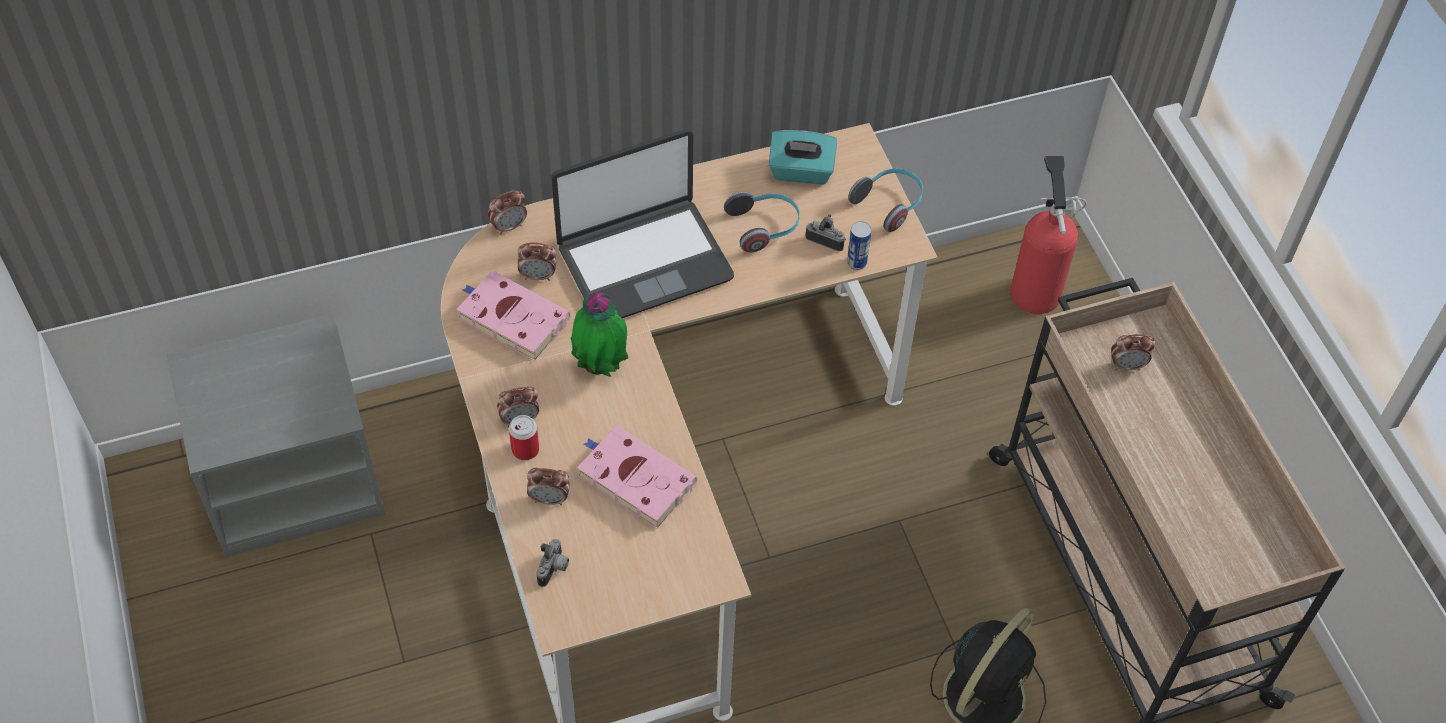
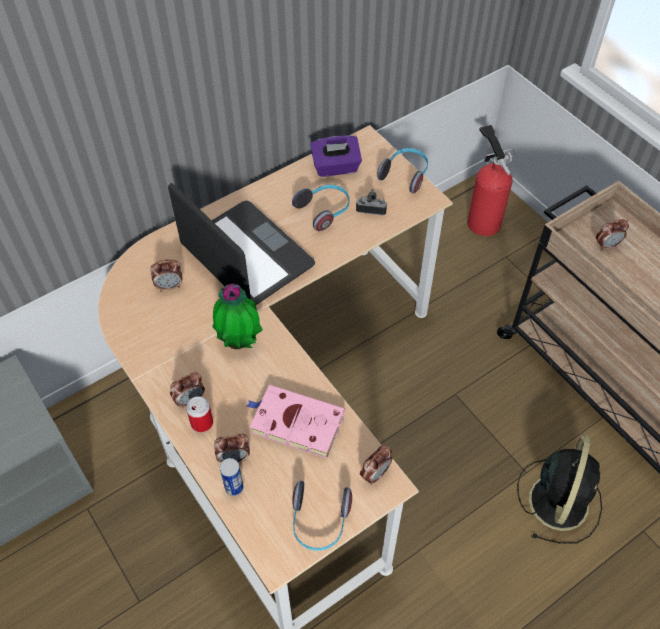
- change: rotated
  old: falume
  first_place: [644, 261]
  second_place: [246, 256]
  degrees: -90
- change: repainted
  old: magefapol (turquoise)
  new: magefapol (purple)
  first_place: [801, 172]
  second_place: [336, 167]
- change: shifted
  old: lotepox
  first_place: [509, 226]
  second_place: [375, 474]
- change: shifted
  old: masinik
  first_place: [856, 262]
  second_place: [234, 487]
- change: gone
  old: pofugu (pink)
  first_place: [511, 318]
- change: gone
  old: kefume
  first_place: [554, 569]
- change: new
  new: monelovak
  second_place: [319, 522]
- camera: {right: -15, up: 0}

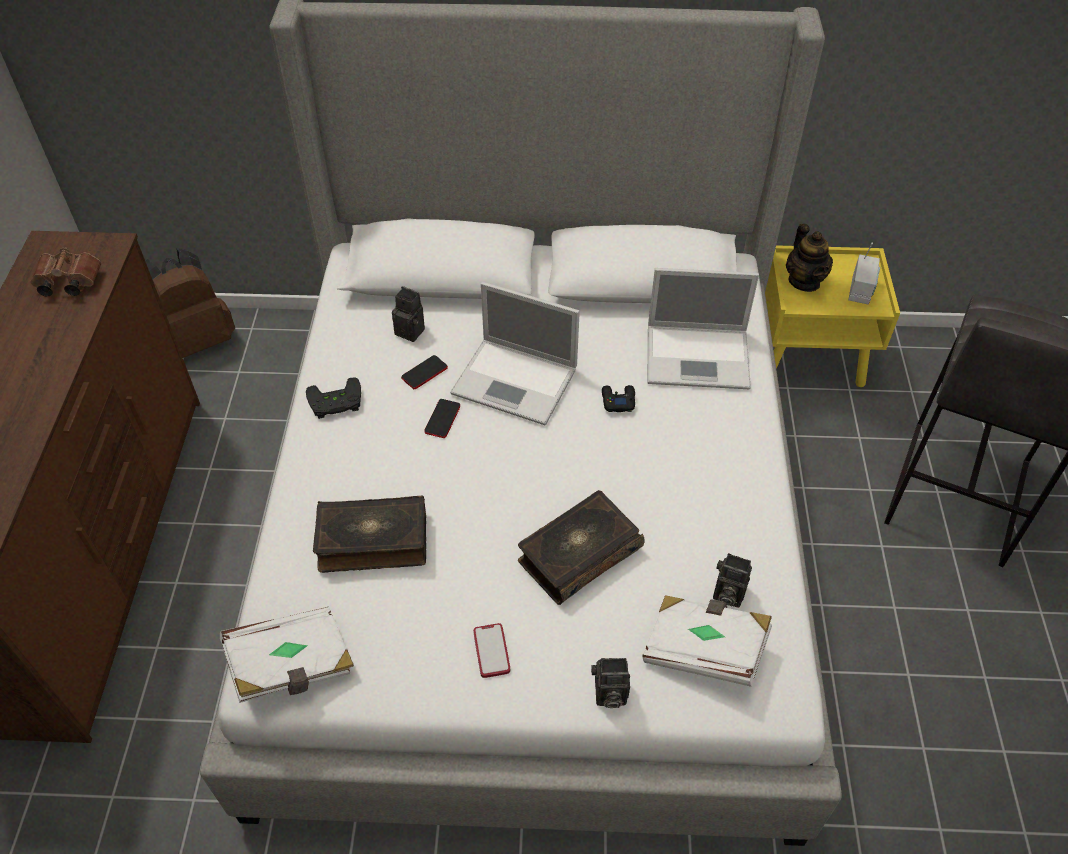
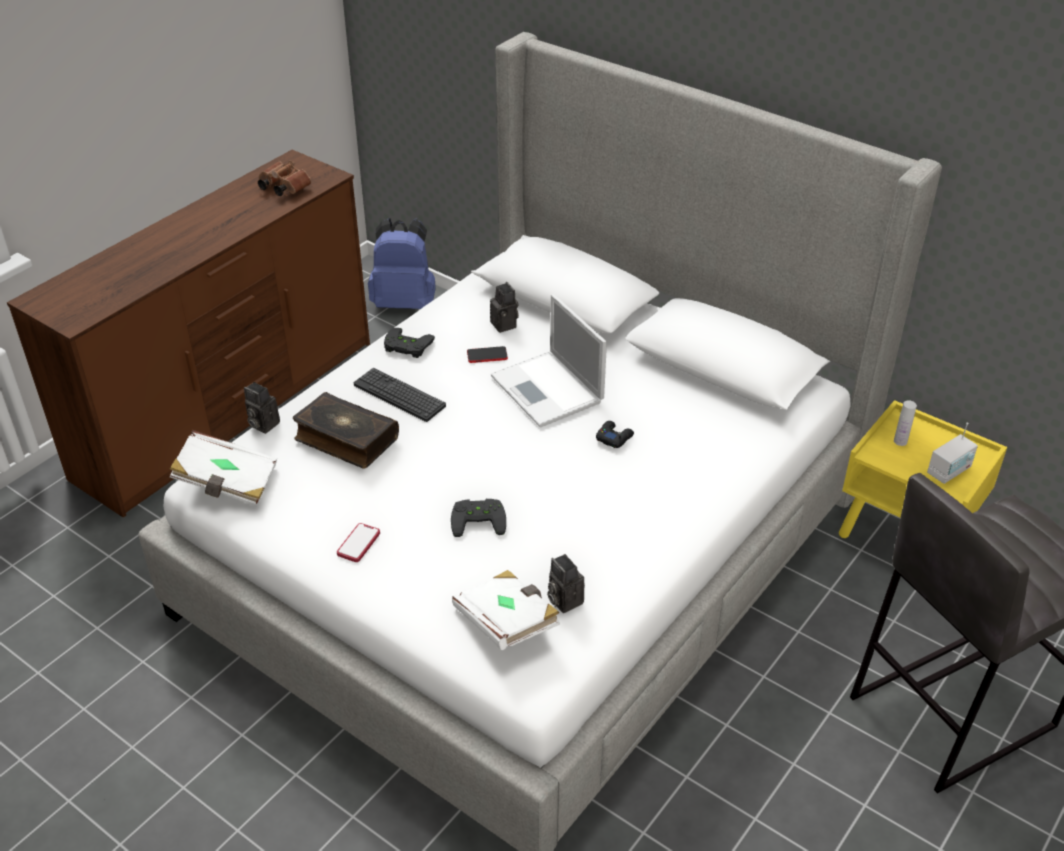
- change: swapped
  old: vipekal
  new: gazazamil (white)
  first_place: [804, 281]
  second_place: [900, 441]
- change: repainted
  old: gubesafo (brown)
  new: gubesafo (blue)
  first_place: [197, 340]
  second_place: [405, 302]
- change: gone
  old: falume
  first_place: [700, 357]
- change: gone
  old: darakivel
  first_place: [442, 419]
- change: swapped
  old: pofugu
  new: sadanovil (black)
  first_place: [578, 554]
  second_place: [478, 519]
- change: shifted
  old: kefume
  first_place: [608, 694]
  second_place: [262, 424]
- change: new
  new: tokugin
  second_place: [399, 395]
- camera: {right: 35, up: -10}

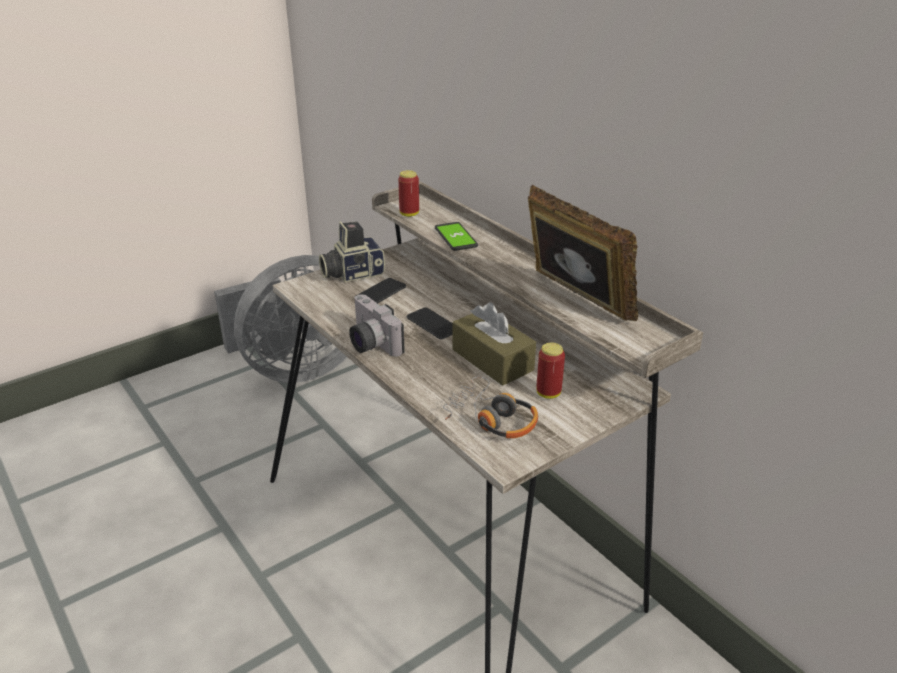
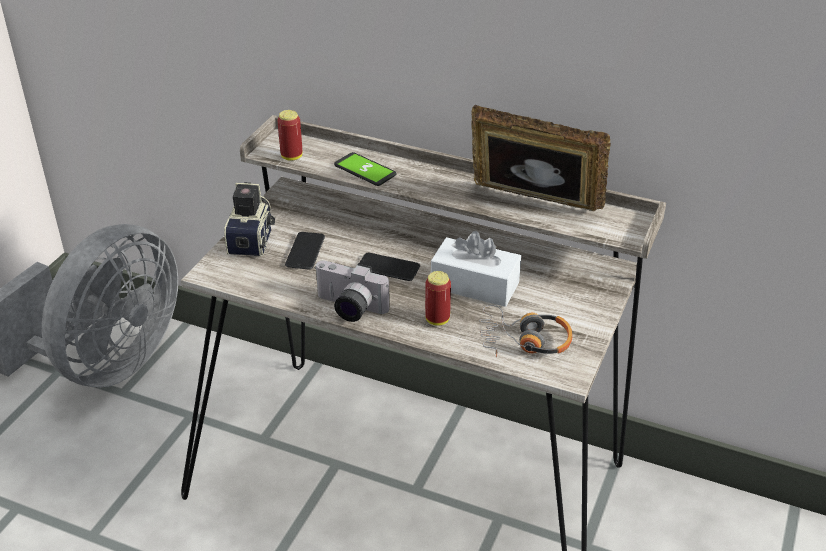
- change: rotated
  old: kefume
  first_place: [352, 273]
  second_place: [253, 239]
  degrees: 150
- change: repainted
  old: magefapol (brown)
  new: magefapol (white)
  first_place: [492, 360]
  second_place: [475, 285]
- change: shifted
  old: masinik
  first_place: [548, 393]
  second_place: [437, 319]
- camera: {right: -30, up: 5}

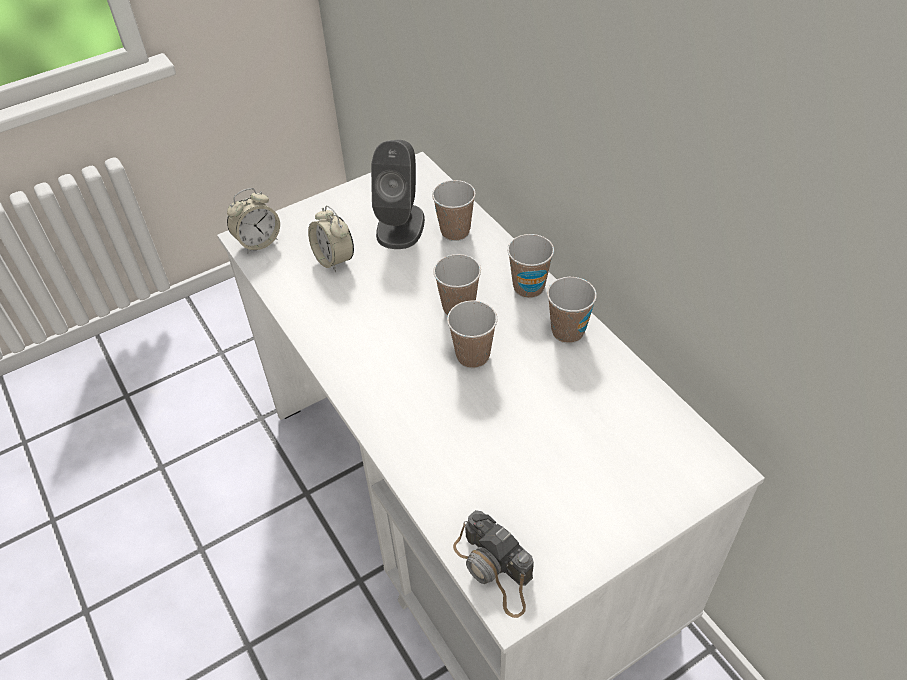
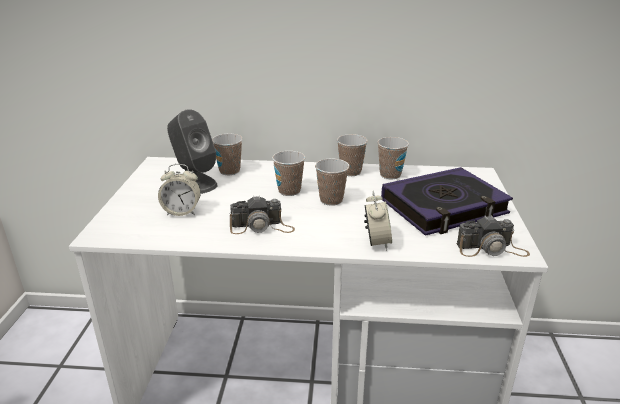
- change: shifted
  old: lotepox
  first_place: [258, 242]
  second_place: [376, 242]
- change: shifted
  old: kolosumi
  first_place: [528, 287]
  second_place: [390, 175]
- change: new
  new: pofugu
  second_place: [444, 208]
- change: new
  new: kefume
  second_place: [262, 227]
- camera: {right: -55, up: -20}

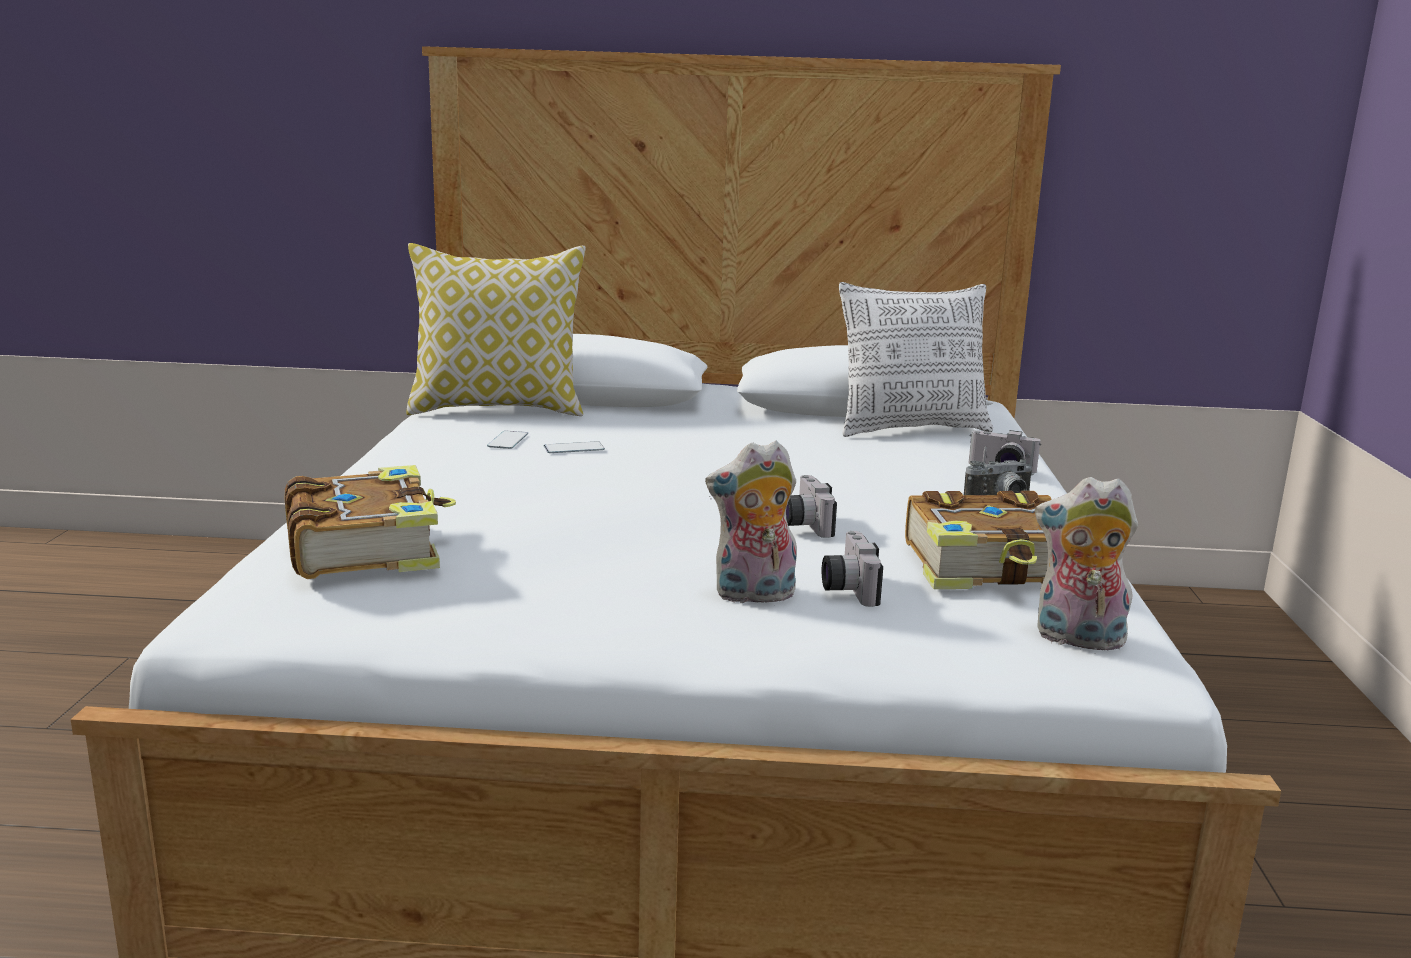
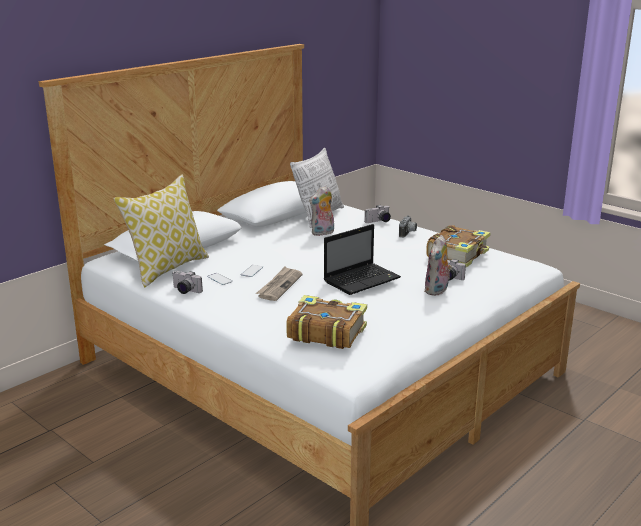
- change: shifted
  old: kefume
  first_place: [803, 524]
  second_place: [184, 291]
- change: shifted
  old: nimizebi
  first_place: [1077, 640]
  second_place: [323, 233]
- change: new
  new: falume
  second_place: [362, 279]
- change: new
  new: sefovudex
  second_place: [279, 285]
- camera: {right: -50, up: 5}

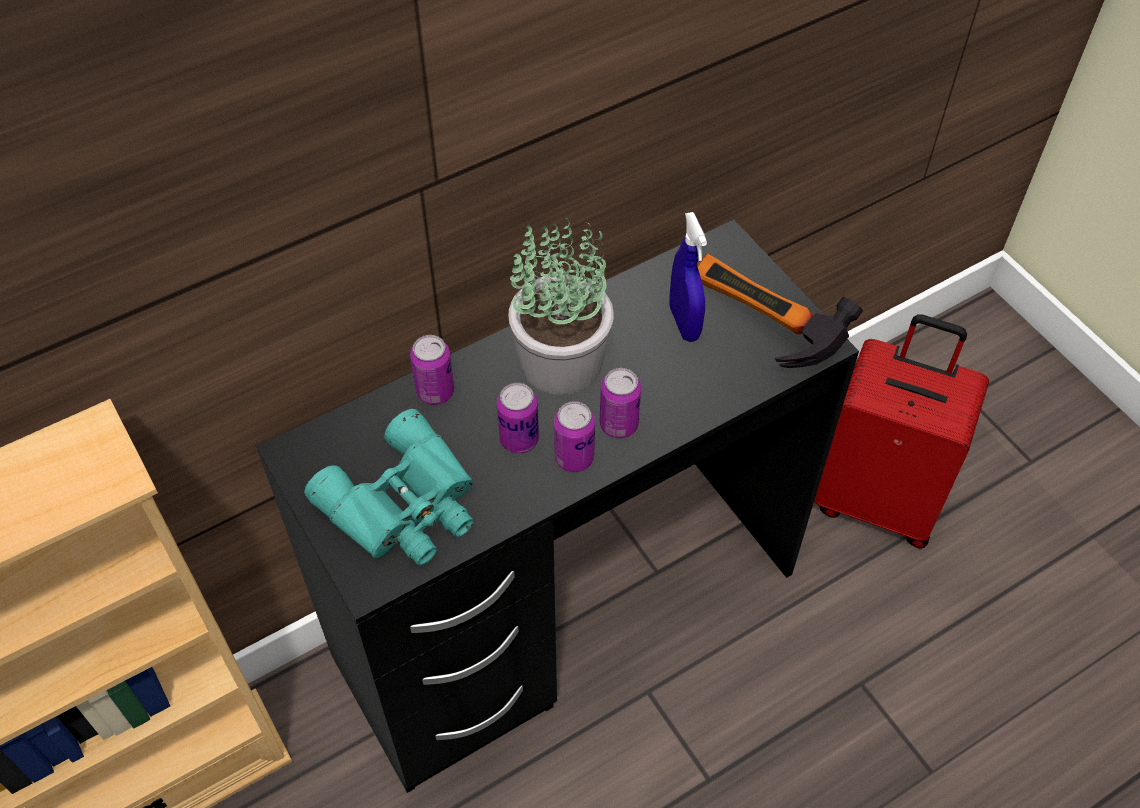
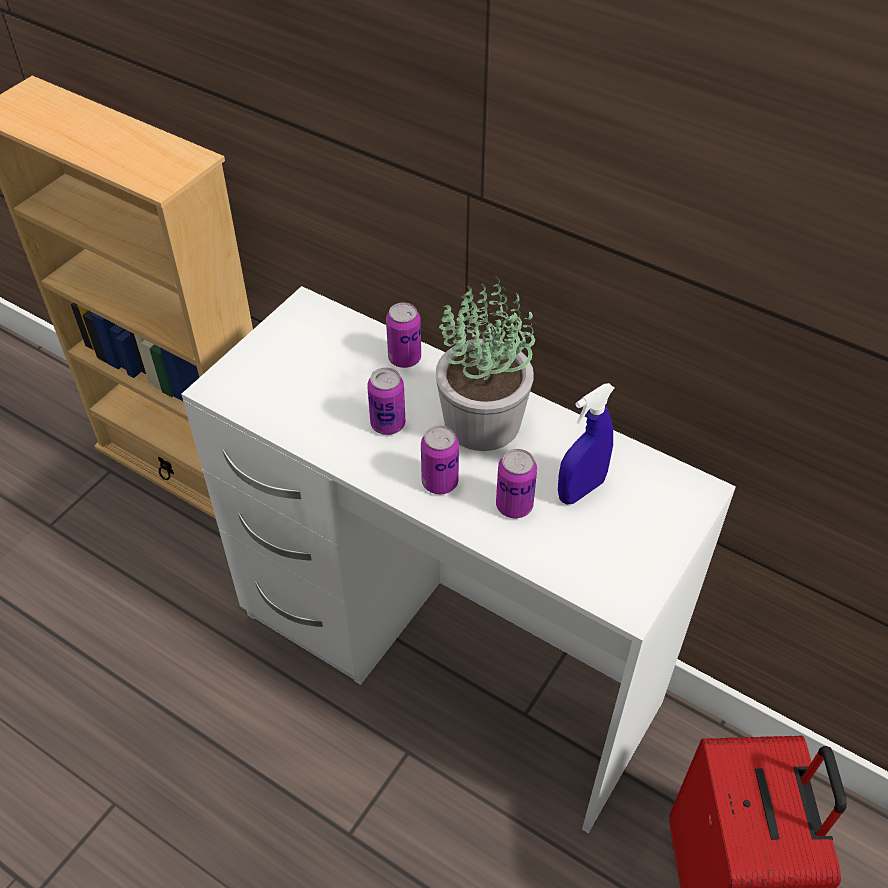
- change: repainted
  old: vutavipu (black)
  new: vutavipu (white)
  first_place: [566, 612]
  second_place: [448, 659]
- change: gone
  old: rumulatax
  first_place: [757, 329]
- change: shifted
  old: masinik
  first_place: [574, 458]
  second_place: [514, 506]
- change: gone
  old: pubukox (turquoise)
  first_place: [406, 506]
- camera: {right: 65, up: -5}

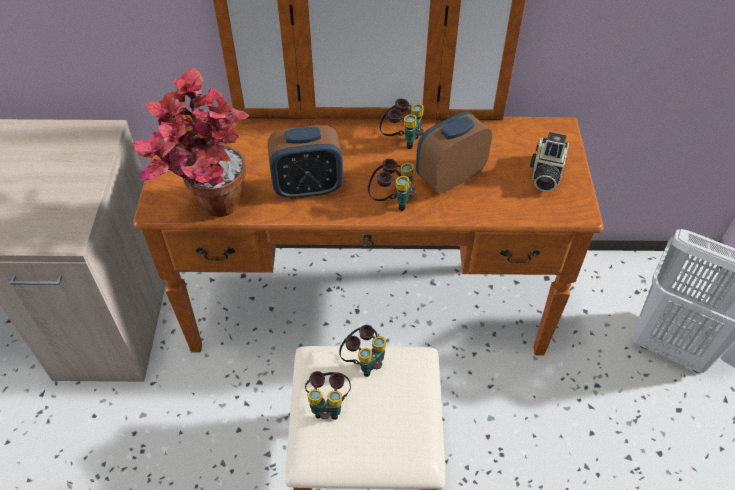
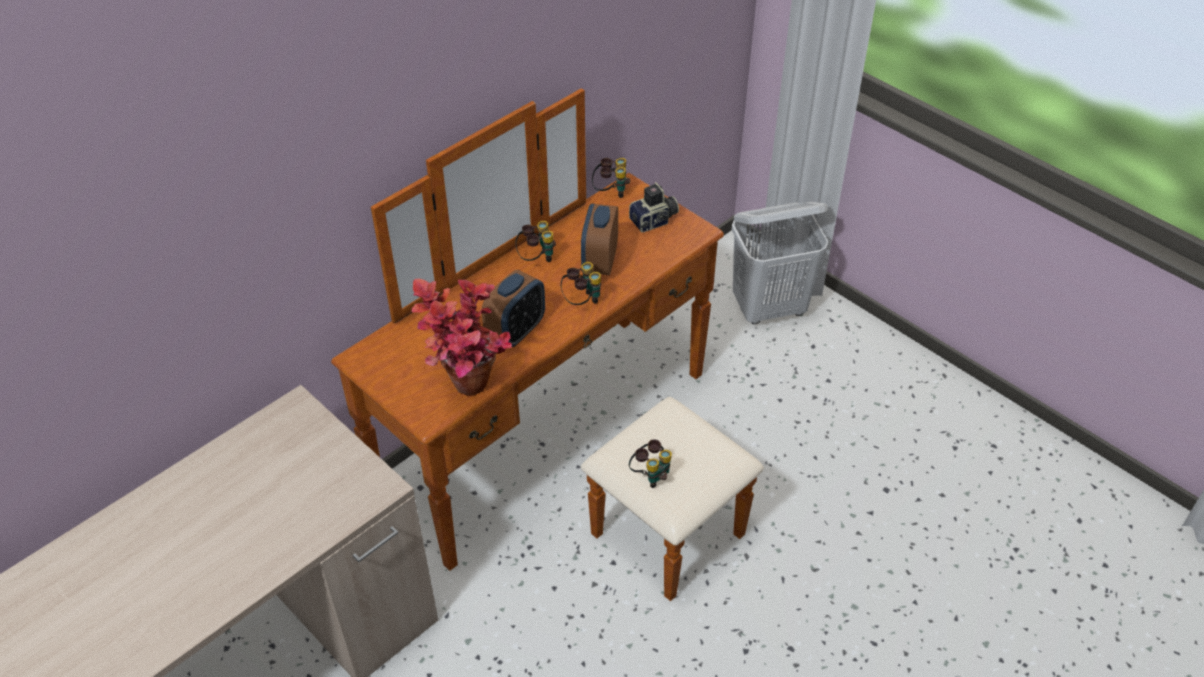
- change: rotated
  old: kefume
  first_place: [545, 174]
  second_place: [654, 221]
  degrees: -90
- change: shifted
  old: pubukox
  first_place: [364, 361]
  second_place: [611, 192]
- camera: {right: -45, up: -5}

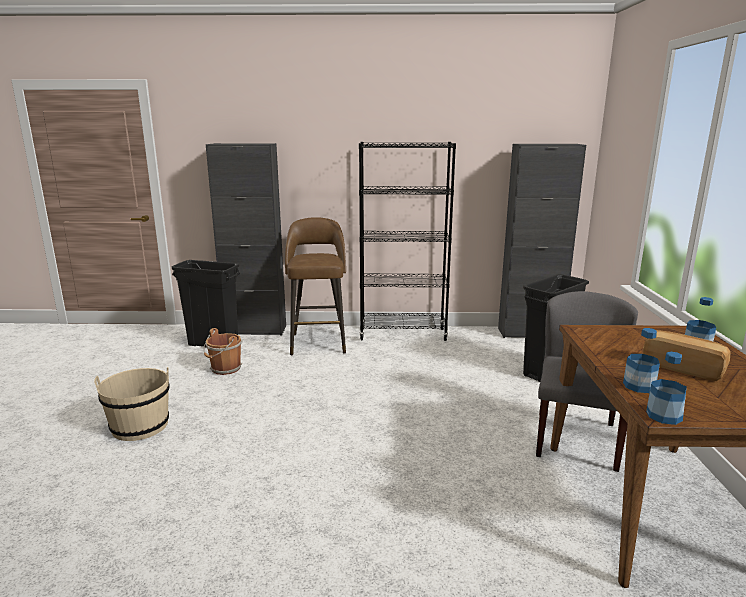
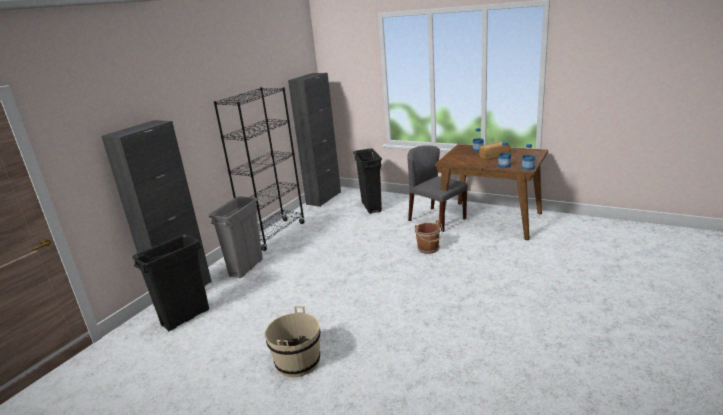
- change: swapped
  old: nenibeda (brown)
  new: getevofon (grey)
  first_place: [318, 342]
  second_place: [246, 267]
- change: shifted
  old: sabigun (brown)
  first_place: [225, 369]
  second_place: [429, 249]
- camera: {right: -60, up: 5}

